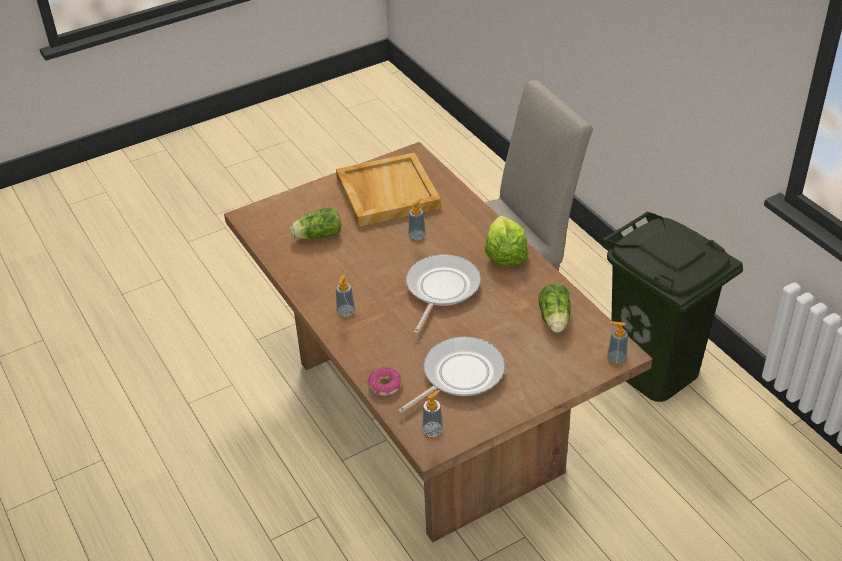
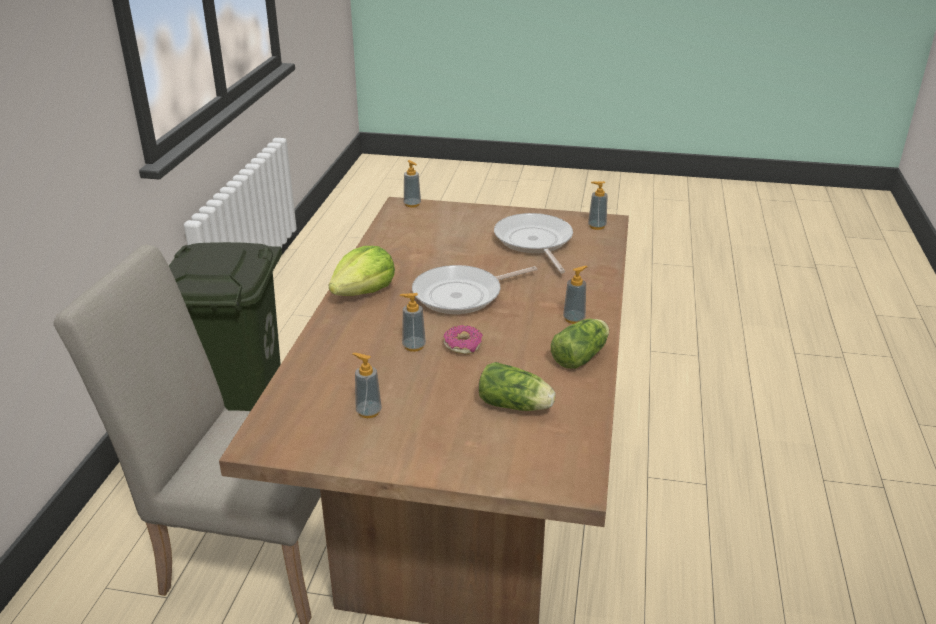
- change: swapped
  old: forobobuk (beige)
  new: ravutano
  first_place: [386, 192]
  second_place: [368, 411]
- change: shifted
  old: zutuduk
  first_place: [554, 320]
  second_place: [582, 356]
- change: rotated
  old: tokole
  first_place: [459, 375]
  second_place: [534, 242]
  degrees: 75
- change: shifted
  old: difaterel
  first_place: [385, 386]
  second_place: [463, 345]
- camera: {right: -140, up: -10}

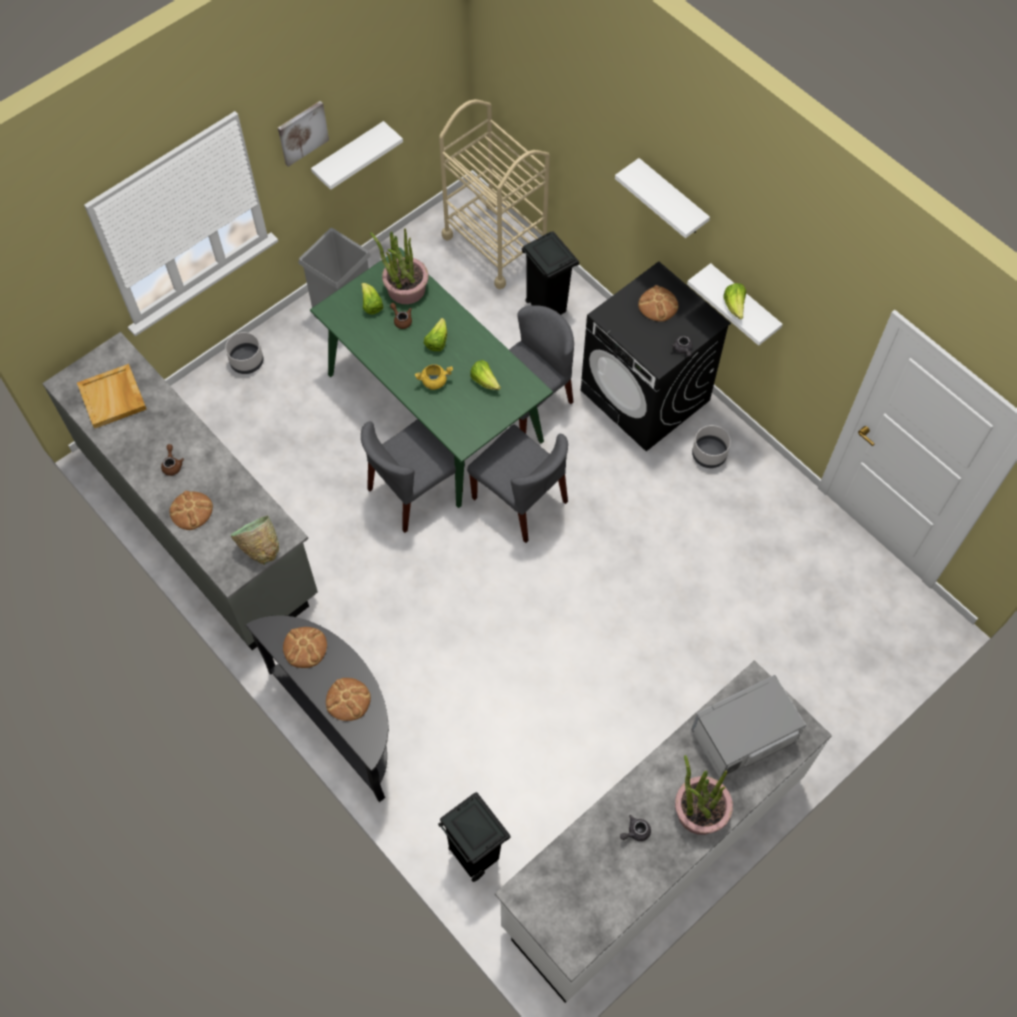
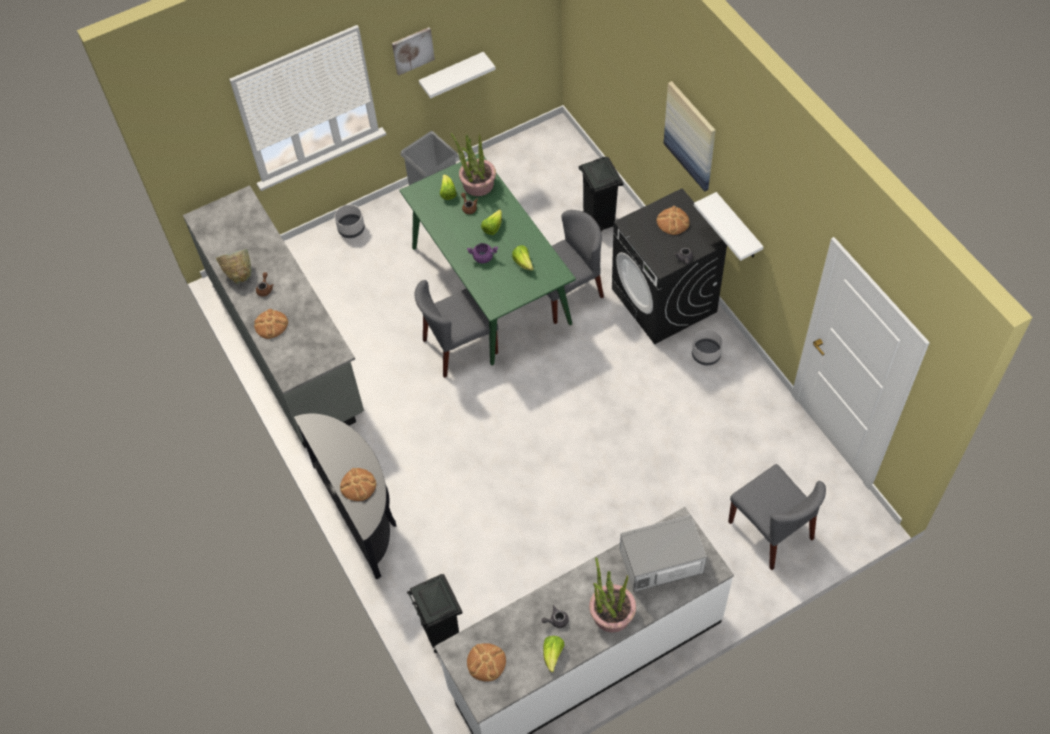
- change: gone
  old: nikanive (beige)
  first_place: [495, 244]
- change: swapped
  old: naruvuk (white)
  new: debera
  first_place: [672, 199]
  second_place: [690, 136]
- change: shifted
  old: zutuduk
  first_place: [734, 306]
  second_place: [553, 655]
- change: gone
  old: forobobuk (beige)
  first_place: [113, 398]
- change: repainted
  old: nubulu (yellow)
  new: nubulu (purple)
  first_place: [434, 381]
  second_place: [483, 257]
- change: shifted
  old: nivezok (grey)
  first_place: [520, 500]
  second_place: [771, 531]
- change: shifted
  old: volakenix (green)
  first_place: [260, 548]
  second_place: [239, 273]
- change: shifted
  old: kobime
  first_place: [305, 647]
  second_place: [486, 662]
- camera: {right: 15, up: -5}

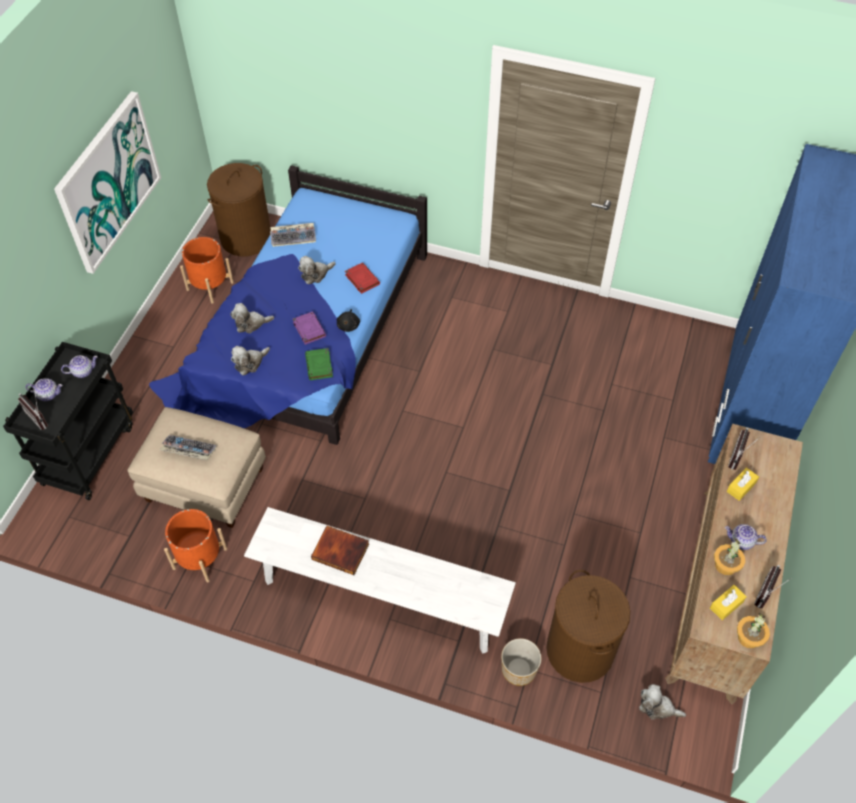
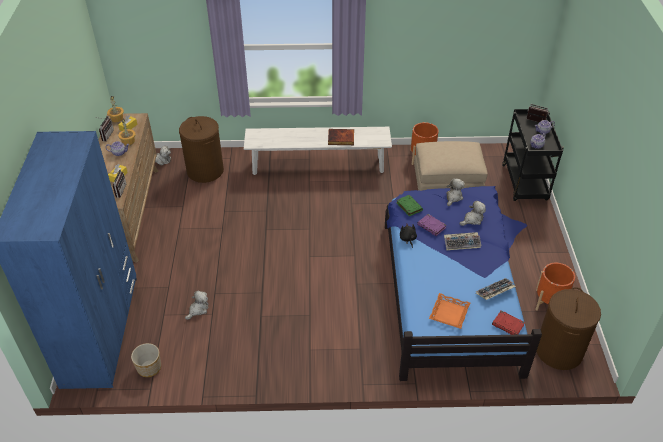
- change: gone
  old: debera
  first_place: [108, 182]
- change: shifted
  old: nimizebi
  first_place: [315, 274]
  second_place: [198, 309]
- change: shifted
  old: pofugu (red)
  first_place: [362, 279]
  second_place: [508, 325]
- change: shifted
  old: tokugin
  first_place: [188, 451]
  second_place: [462, 243]
- change: shifted
  old: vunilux
  first_place: [519, 670]
  second_place: [149, 368]
- change: new
  new: forobobuk (orange)
  second_place: [449, 313]
- camera: {right: 160, up: -10}

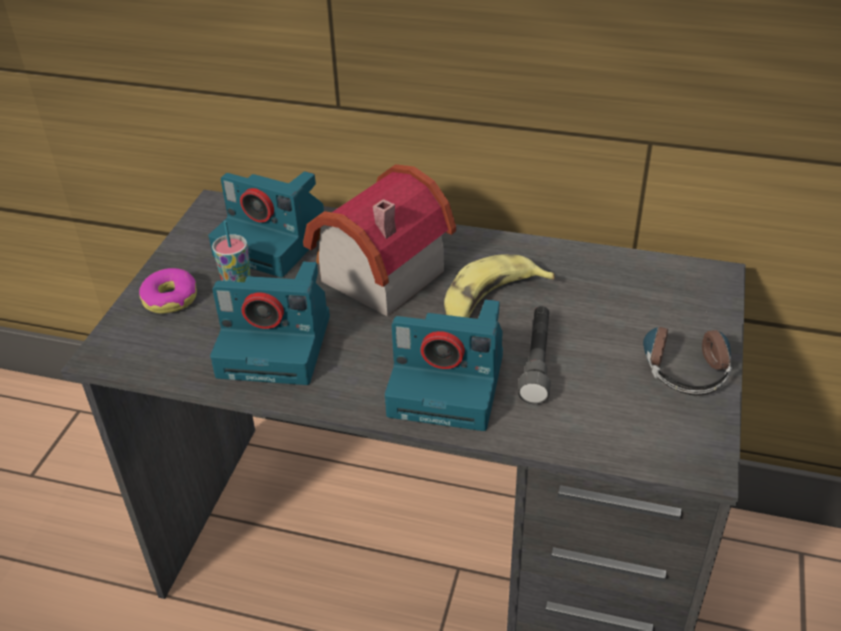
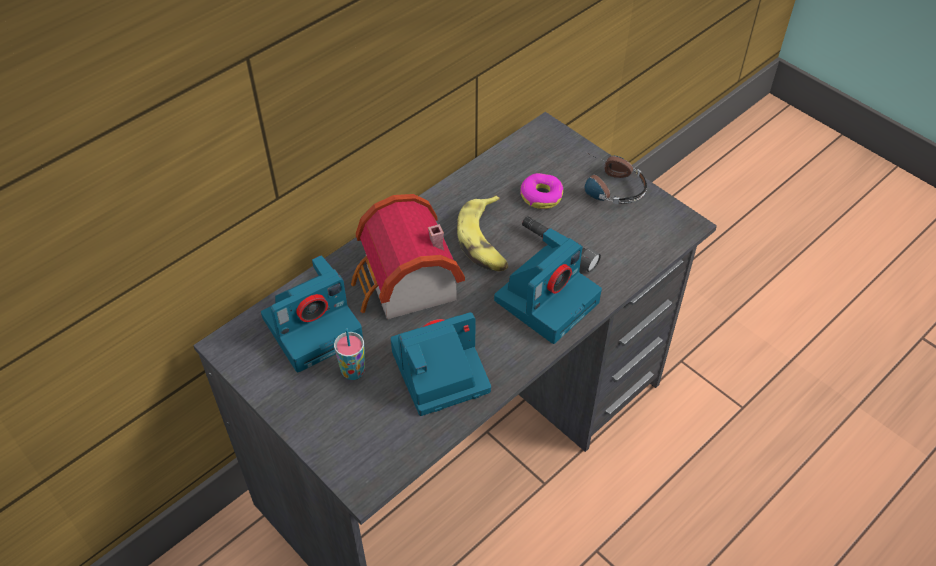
- change: rotated
  old: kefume
  first_place: [278, 345]
  second_place: [438, 372]
  degrees: -150
- change: shifted
  old: difaterel
  first_place: [170, 298]
  second_place: [541, 196]
- camera: {right: -60, up: 10}

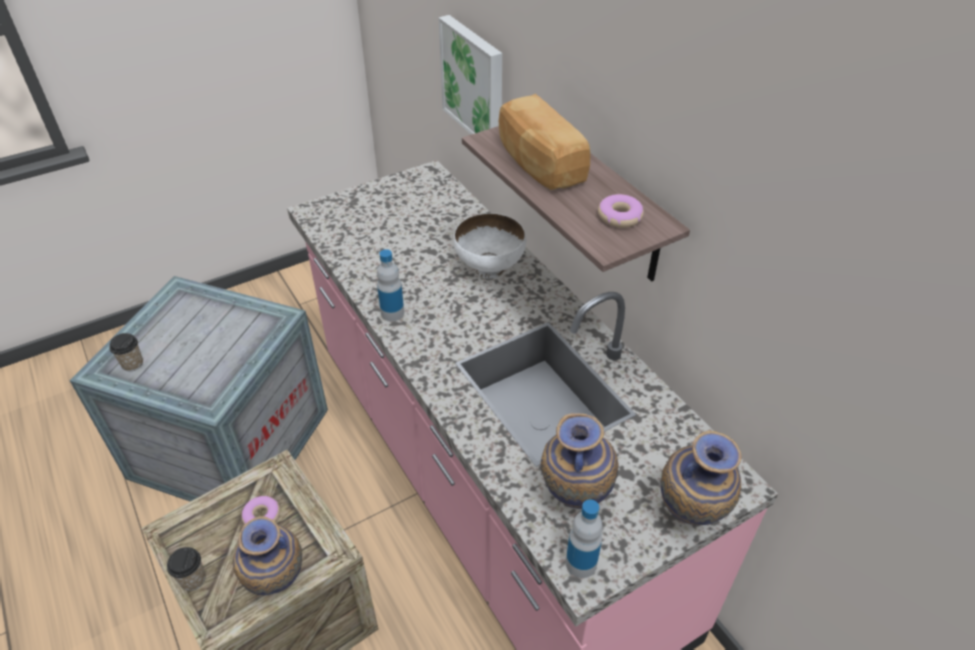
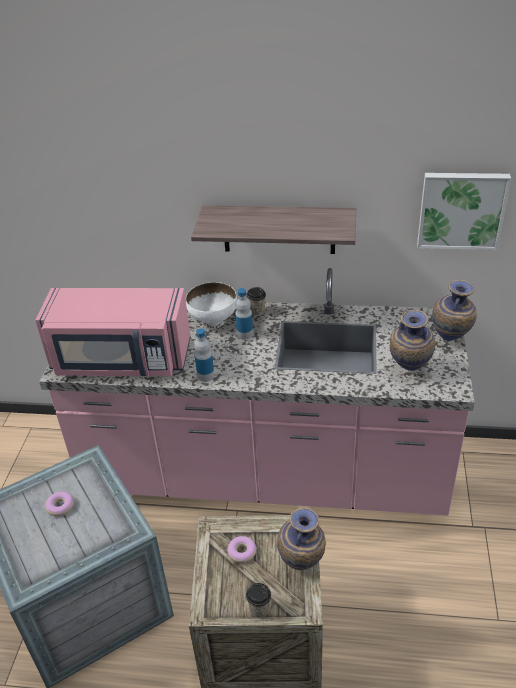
- change: shifted
  old: debera
  first_place: [475, 82]
  second_place: [461, 210]
- change: gone
  old: kobime
  first_place: [539, 164]
- change: shifted
  old: difaterel
  first_place: [619, 217]
  second_place: [60, 506]
- change: shifted
  old: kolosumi
  first_place: [132, 364]
  second_place: [257, 311]
- change: shifted
  old: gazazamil
  first_place: [581, 563]
  second_place: [245, 334]
- change: new
  new: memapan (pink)
  second_place: [121, 360]
- camera: {right: -50, up: -5}

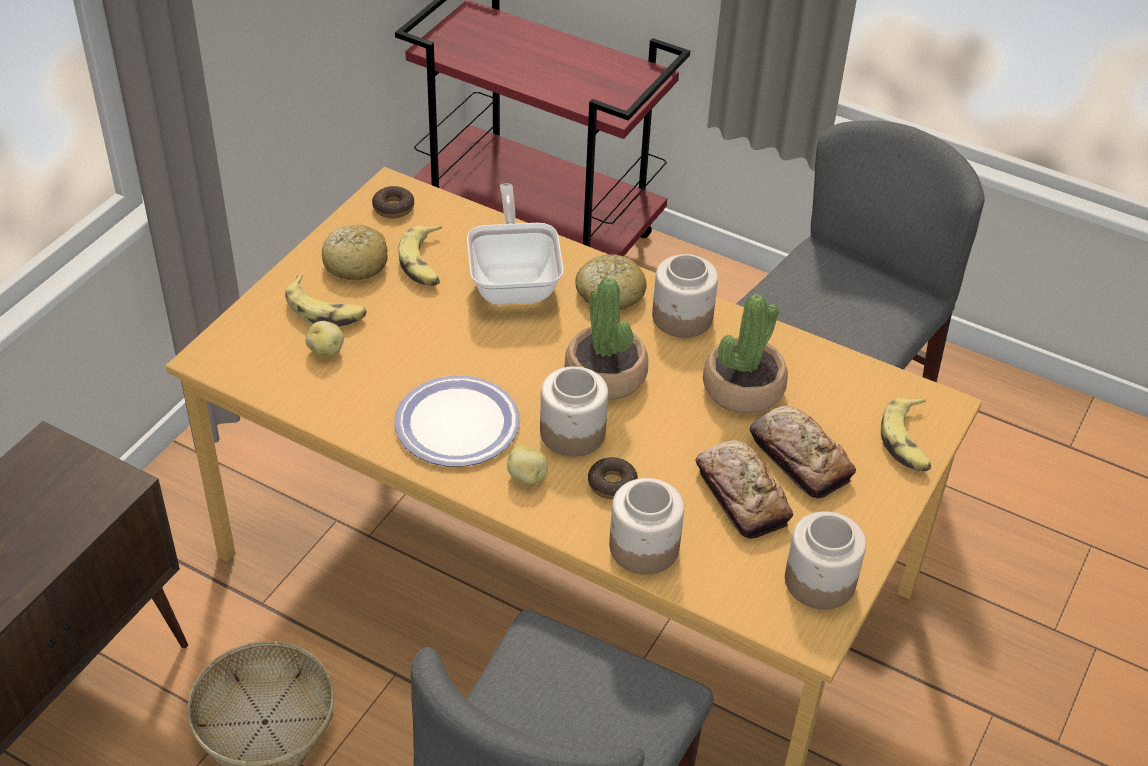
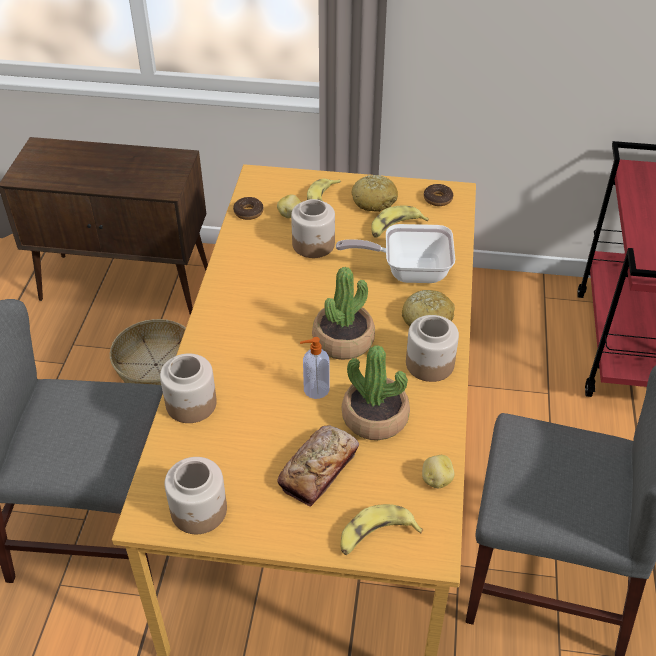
- change: rotated
  old: tokole
  first_place: [514, 280]
  second_place: [408, 271]
  degrees: -150
- change: shifted
  old: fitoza
  first_place: [573, 432]
  second_place: [314, 245]
- change: gone
  old: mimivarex
  first_place: [457, 424]
- change: gone
  old: kobime
  first_place: [741, 496]
- change: shifted
  old: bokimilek
  first_place: [527, 477]
  second_place: [436, 480]
- change: shifted
  old: difaterel
  first_place: [612, 484]
  second_place: [248, 212]
- change: new
  new: ravutano
  second_place: [315, 389]
- camera: {right: 70, up: 0}

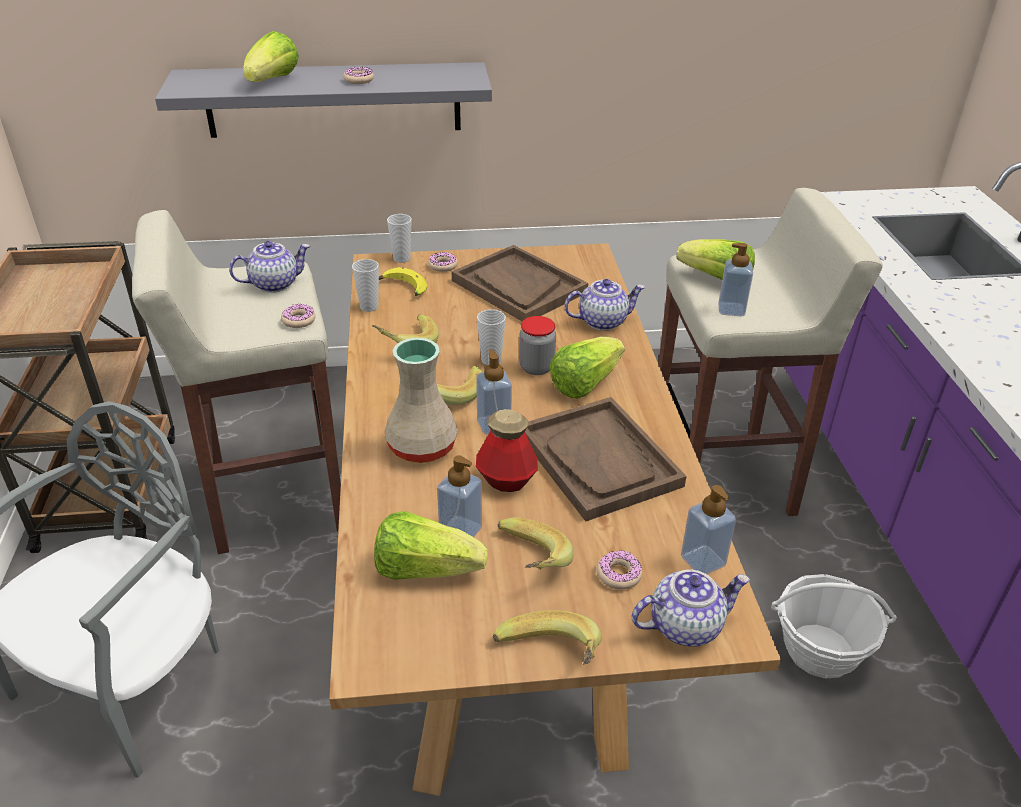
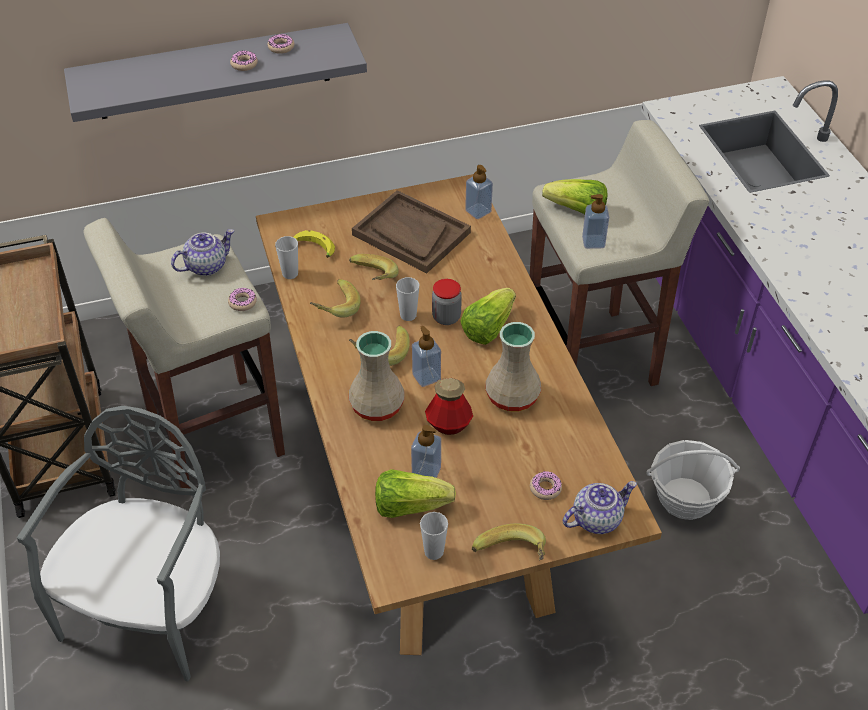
- change: gone
  old: zutuduk
  first_place: [273, 81]
- change: shifted
  old: kolosumi
  first_place: [402, 259]
  second_place: [434, 552]
- change: shifted
  old: difaterel
  first_place: [443, 266]
  second_place: [281, 47]
- change: gone
  old: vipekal
  first_place: [603, 321]
- change: swapped
  old: forobobuk (brown)
  new: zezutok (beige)
  first_place: [599, 460]
  second_place: [513, 397]
- change: shifted
  old: ravutano
  first_place: [703, 561]
  second_place: [478, 211]
- change: shifted
  old: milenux
  first_place: [527, 563]
  second_place: [371, 280]
- camera: {right: -10, up: 10}

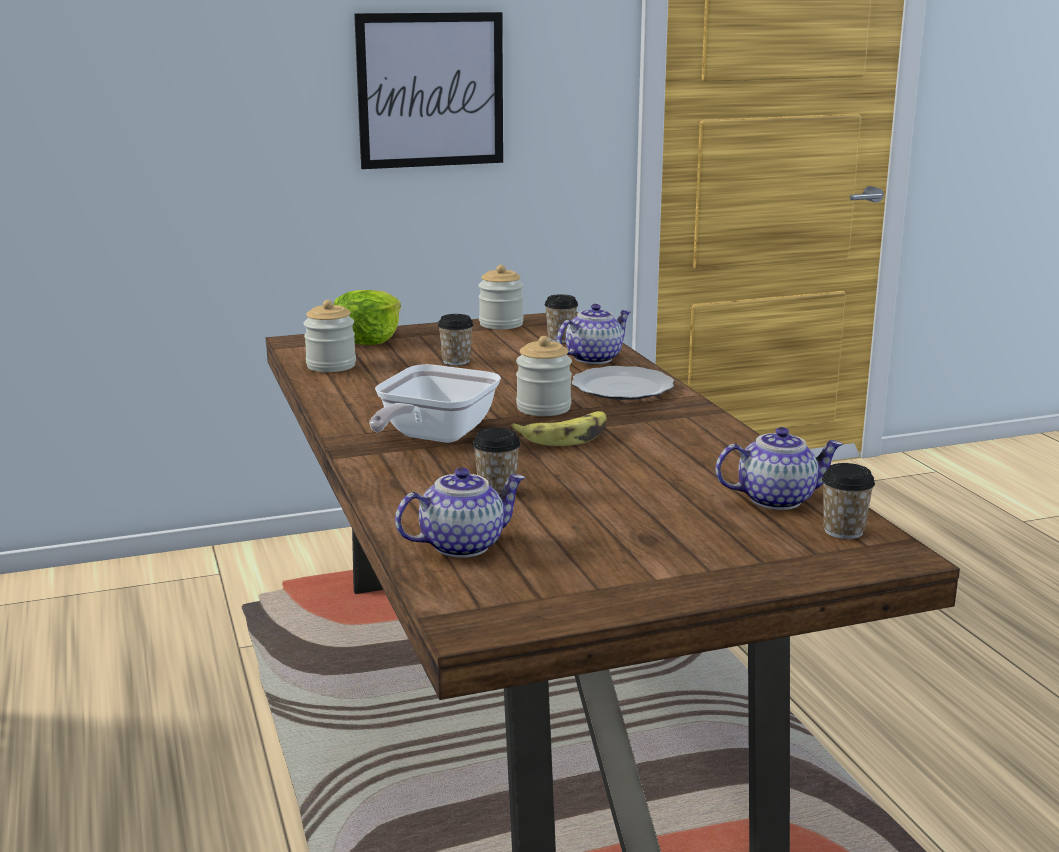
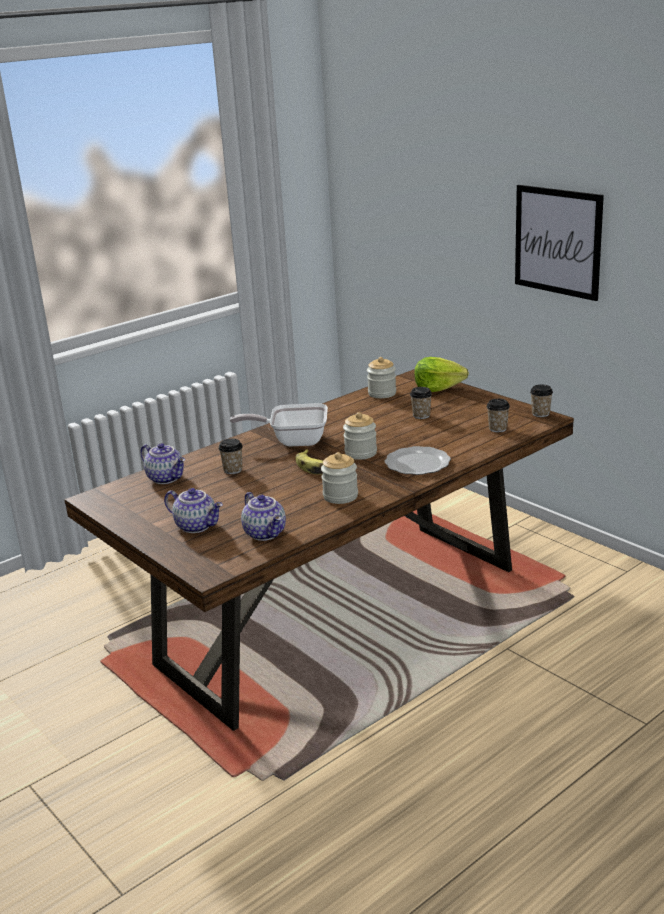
- change: shifted
  old: fitoza
  first_place: [501, 324]
  second_place: [340, 496]
- change: shifted
  old: vipekal
  first_place: [593, 358]
  second_place: [197, 526]
- change: shifted
  old: kolosumi
  first_place: [843, 531]
  second_place: [540, 414]
- camera: {right: 70, up: 5}

